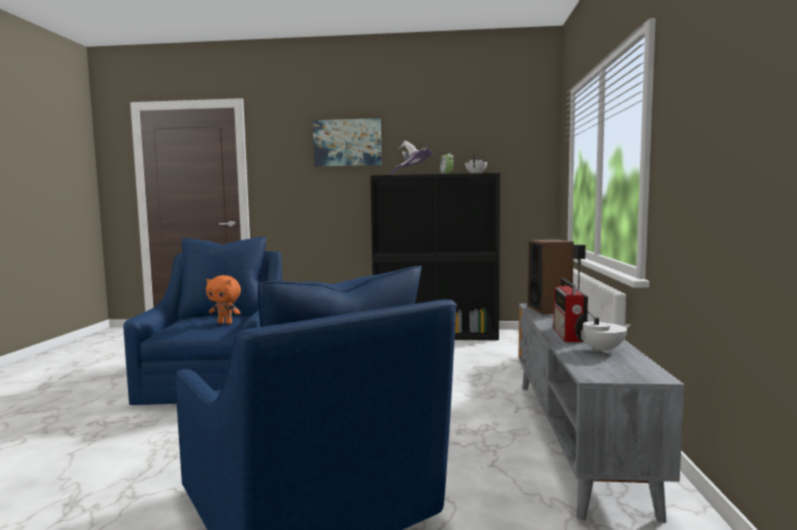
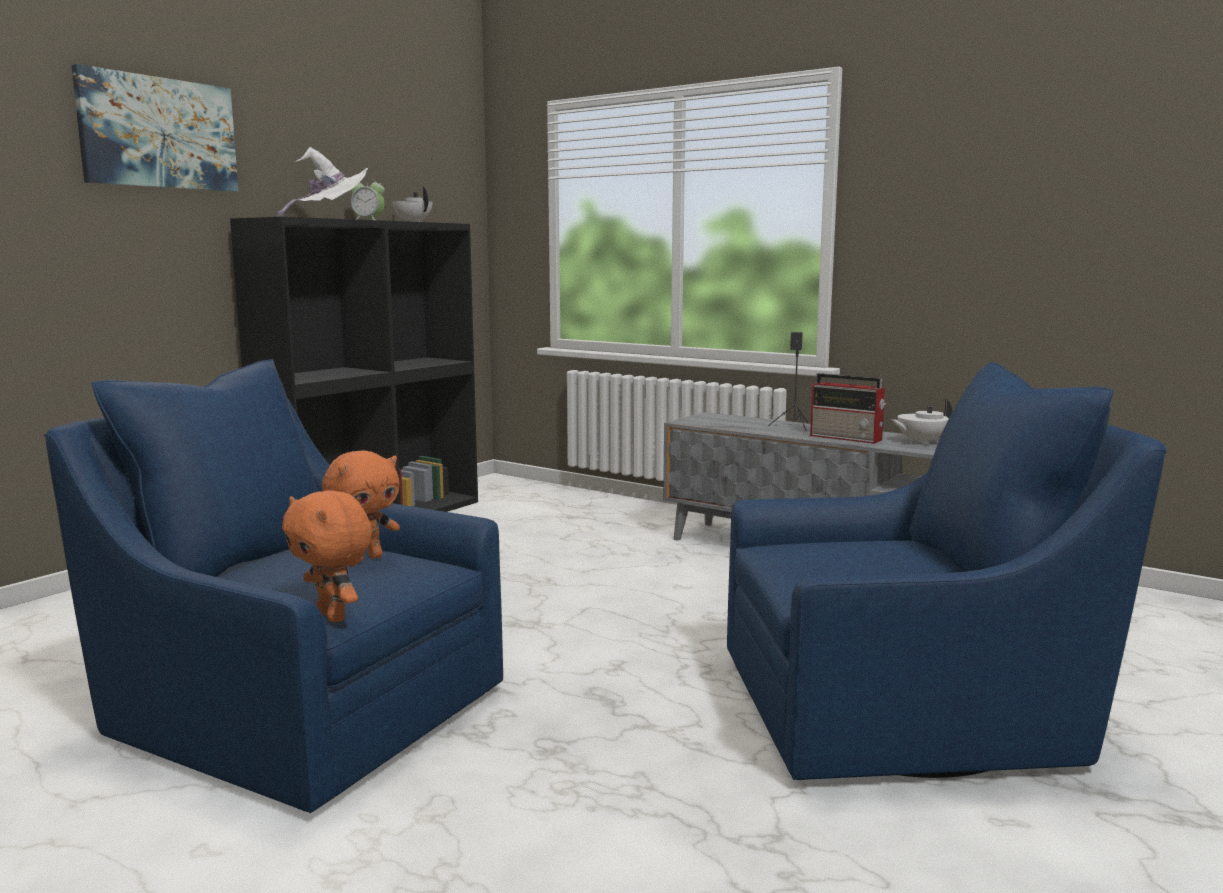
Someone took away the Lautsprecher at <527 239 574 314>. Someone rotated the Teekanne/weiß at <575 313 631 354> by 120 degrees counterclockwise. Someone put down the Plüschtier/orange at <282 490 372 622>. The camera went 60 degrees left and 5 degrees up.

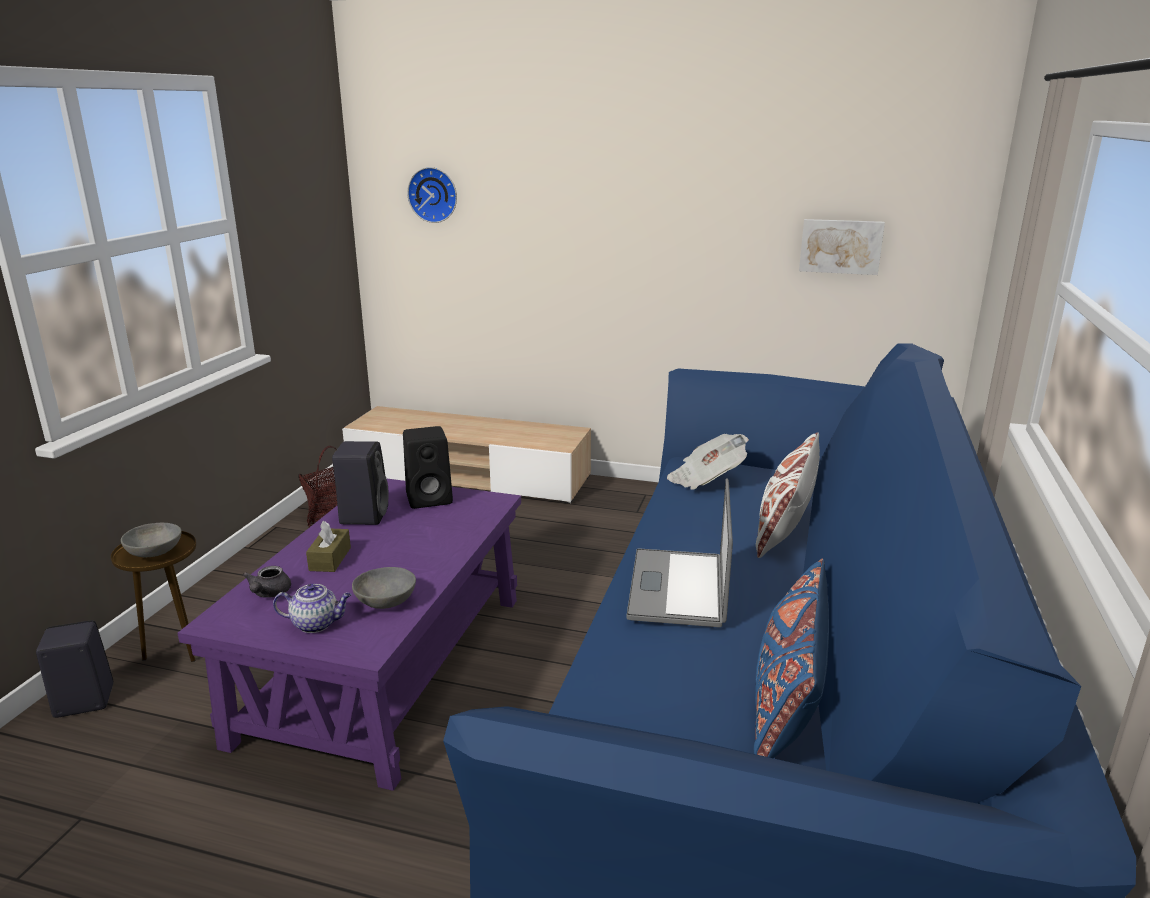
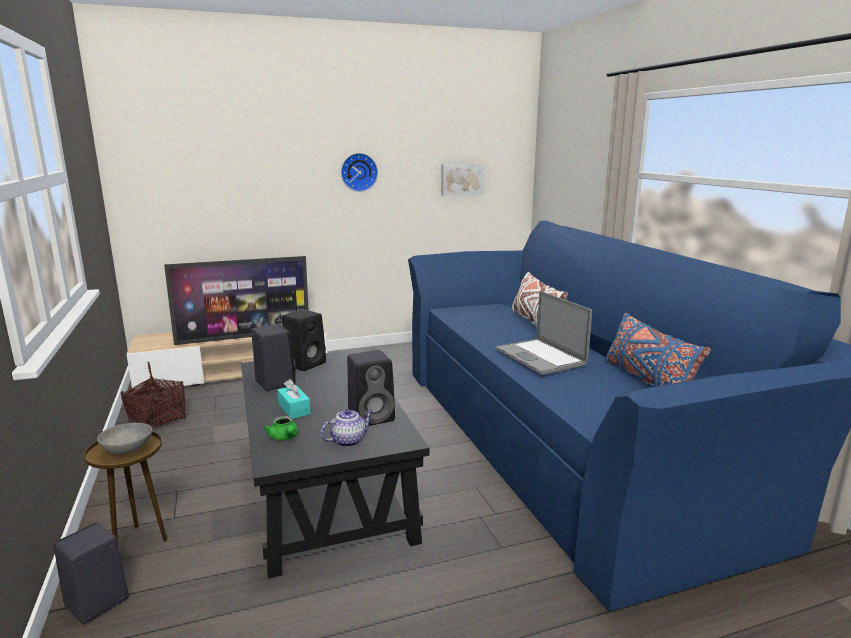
Someone carried the Wanduhr from <407 167 457 223> to <341 153 378 192>. Someone took away the Zeitung at <667 434 749 490>. Someone repainted the Couchtisch/lila at <177 478 521 791>, which became the Couchtisch/schwarz at <241 349 429 579>. Someone repainted the Taschentuchbox/braun at <306 521 351 572>, which became the Taschentuchbox/türkis at <278 379 311 419>. Someone repainted the Teekanne/grau at <242 566 291 598>, which became the Teekanne/grün at <263 416 298 441>. Someone swapped the Schüssel/grau at <352 567 416 609> for the Lautsprecher/schwarz at <347 350 395 426>. Someone put down the Fernseher at <164 256 309 345>. The camera went 35 degrees left and 5 degrees down.

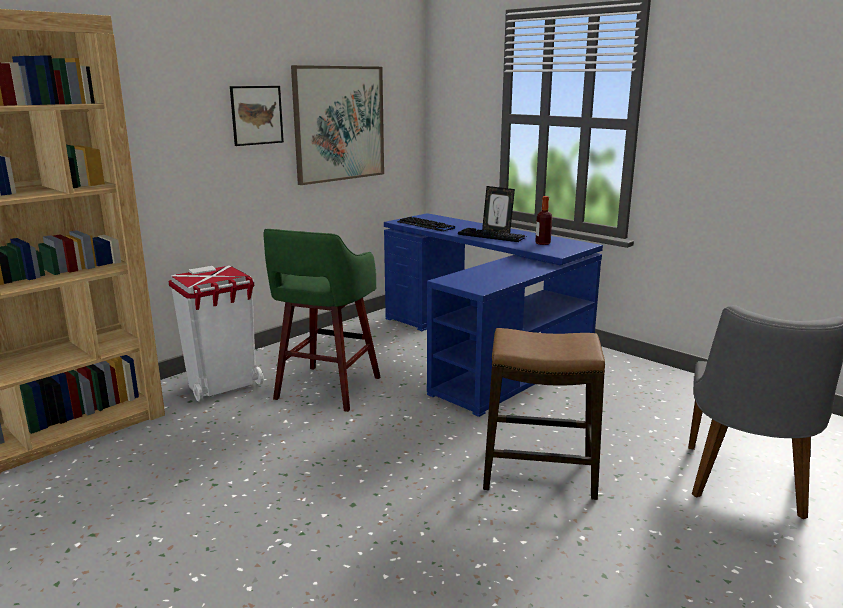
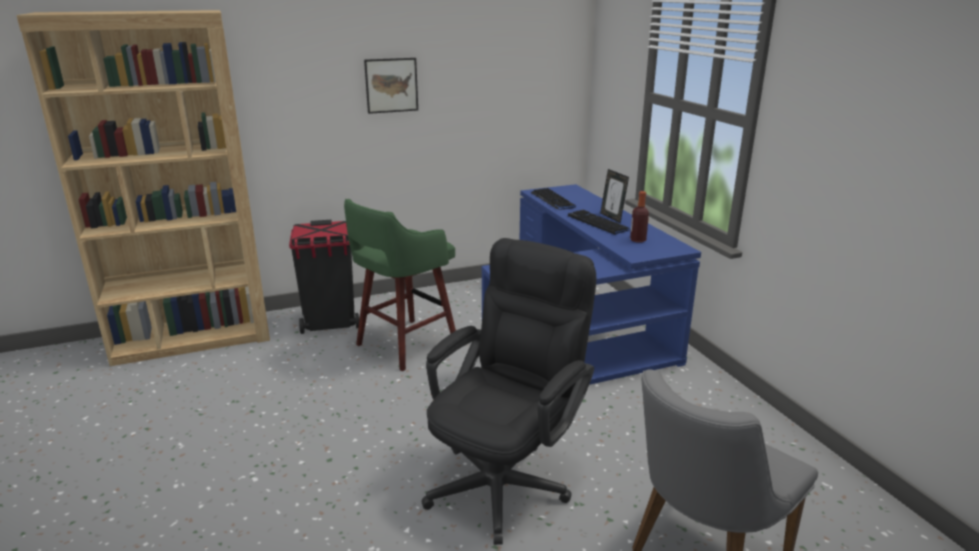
Someone took away the Bild at <291 65 384 185>. Someone repainted the Mülleimer/weiß at <169 266 264 402>, which became the Mülleimer/schwarz at <289 220 359 334>. Someone swapped the Hocker at <483 328 605 500> for the Bürostuhl/schwarz at <421 238 596 545>. The camera went 25 degrees right and 5 degrees up.

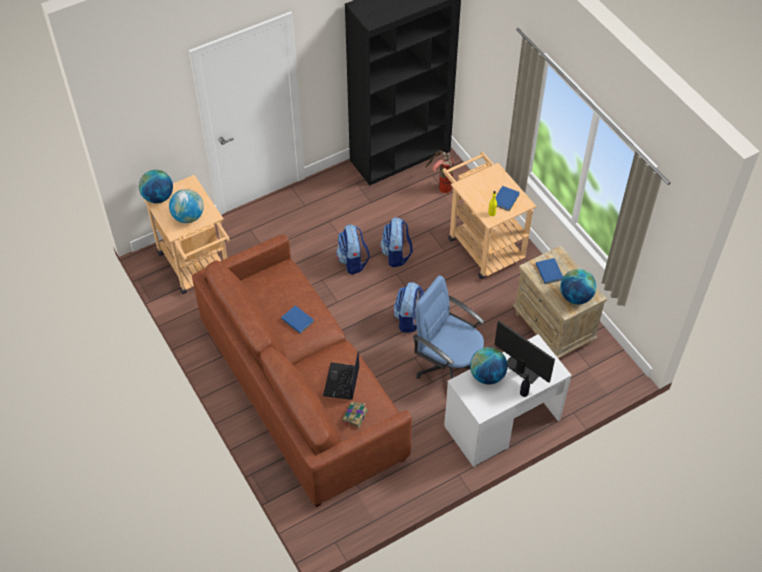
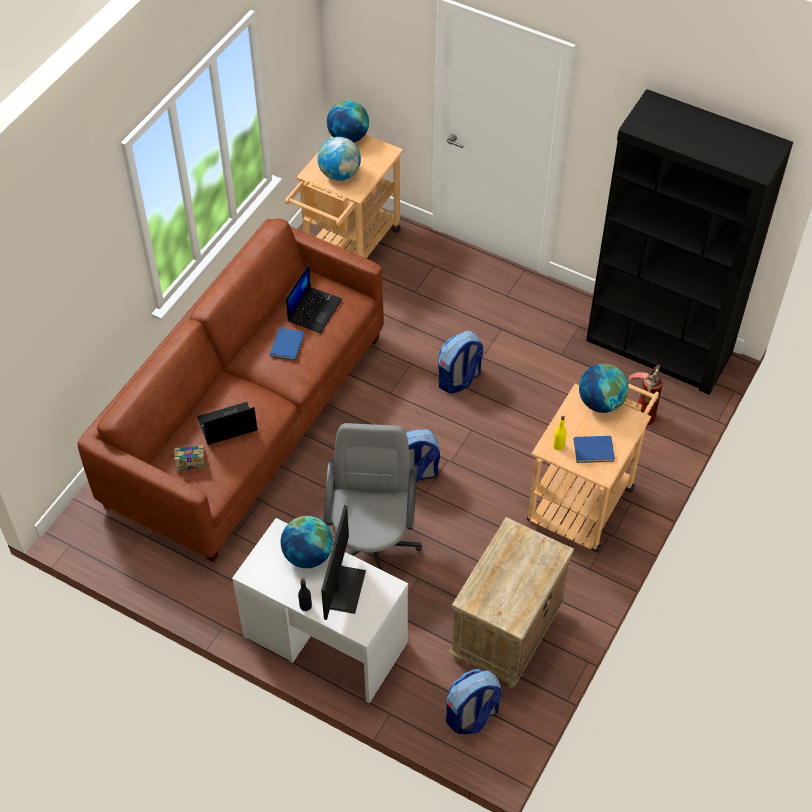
Someone carried the Rucksack from <380 217 413 267> to <446 669 502 734>. Someone took away the Buch/blau at <536 258 563 284>. Someone carried the Globus from <560 269 596 304> to <579 364 629 413>. Someone repainted the Bürostuhl/blau at <413 275 484 379>, which became the Bürostuhl/grau at <323 423 422 570>. Someone put down the Laptop at <286 264 342 333>. The camera went 60 degrees right and 0 degrees up.

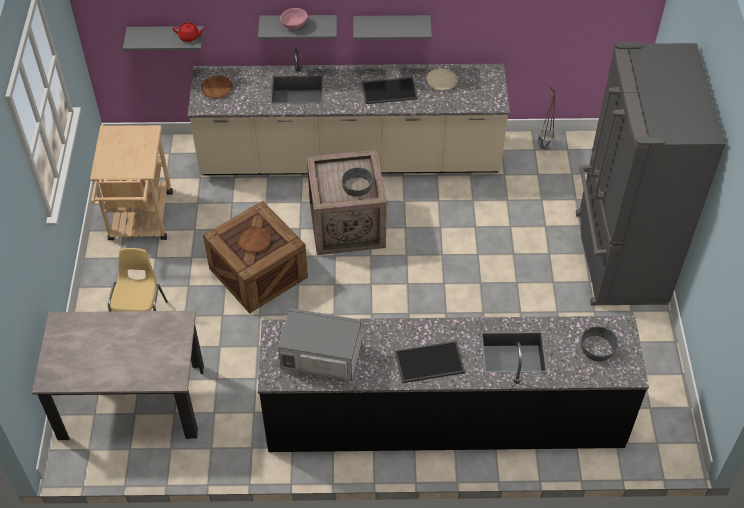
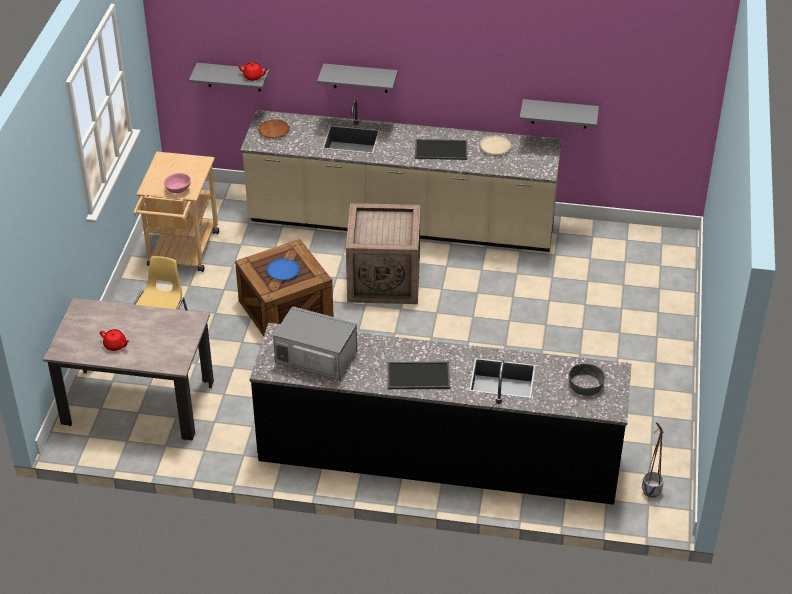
Someone carried the Schüssel/rosa from <280 8 308 29> to <164 173 191 193>. Someone carried the Wandregal/grau from <353 15 432 40> to <520 99 599 129>. Someone took away the Kühlschrank/grau at <576 42 726 305>. Someone carried the Pflanzkübel from <538 87 556 150> to <642 422 664 498>. Someone took away the Schüssel/grau at <342 167 373 196>. Someone repainted the Teller/braun at <237 226 272 253>, which became the Teller/blau at <267 258 300 281>. Someone put down the Teekanne/rot at <100 329 130 351>. The camera went 10 degrees right and 10 degrees down.

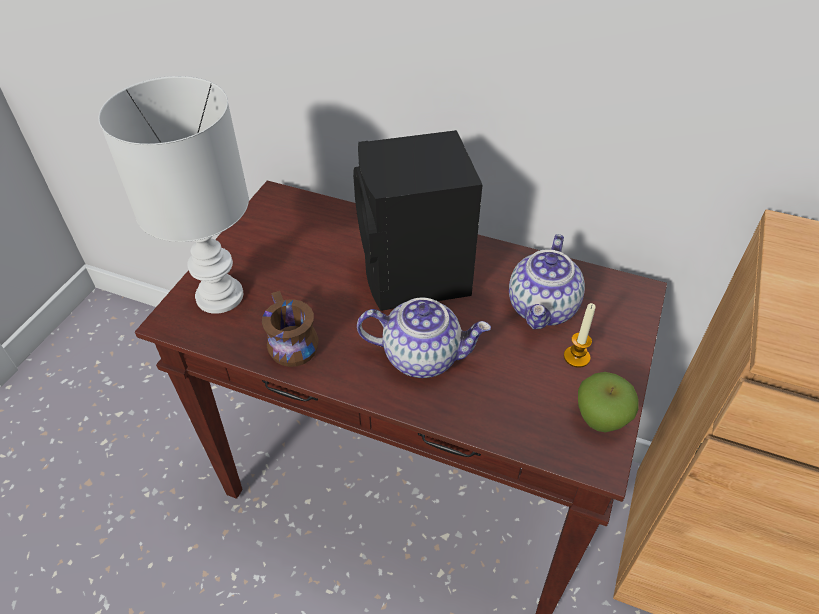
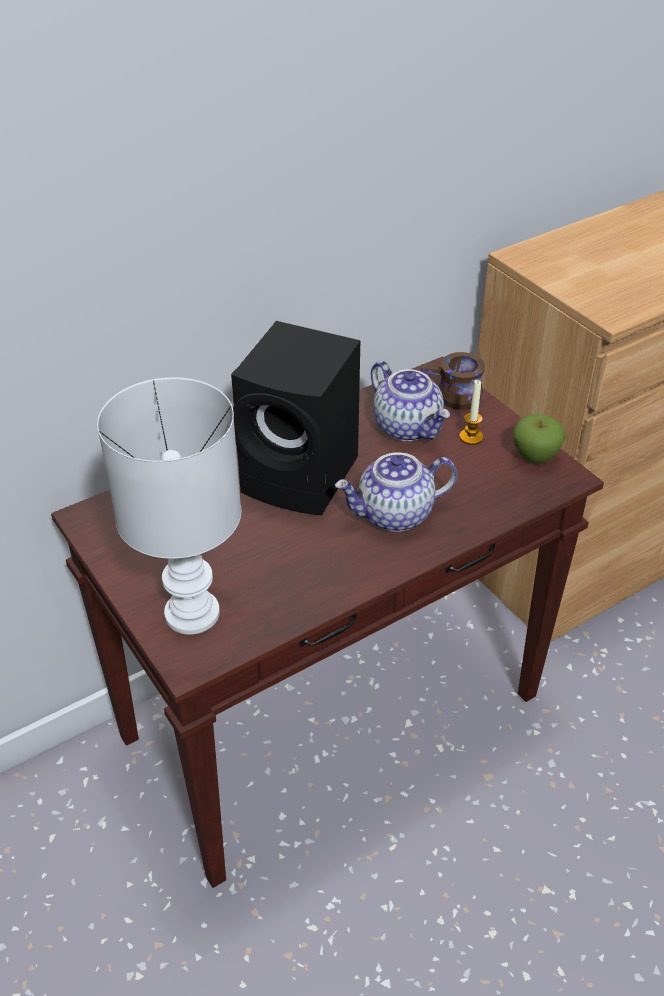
Someone carried the Henkelbecher/braun from <262 291 318 367> to <420 352 485 410>. Someone rotated the Teekanne at <357 298 491 378> by 150 degrees counterclockwise. The camera went 55 degrees left and 5 degrees down.

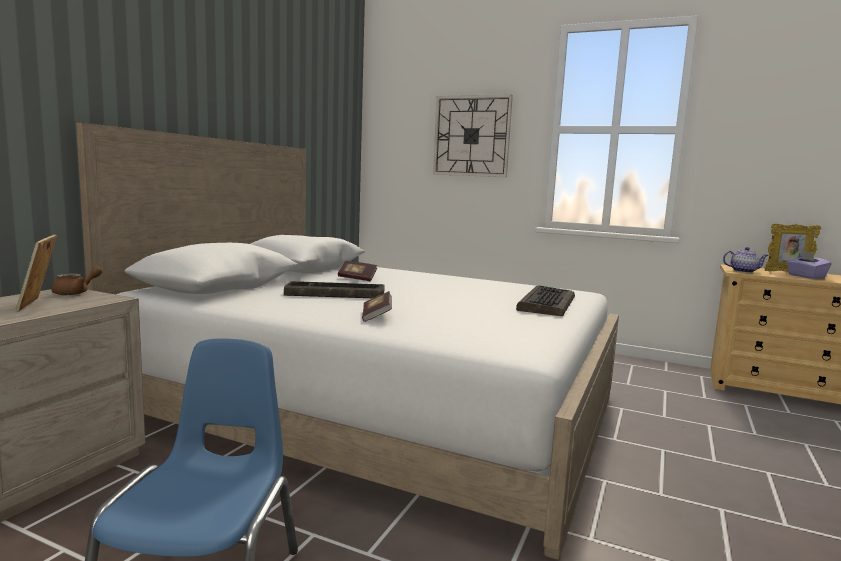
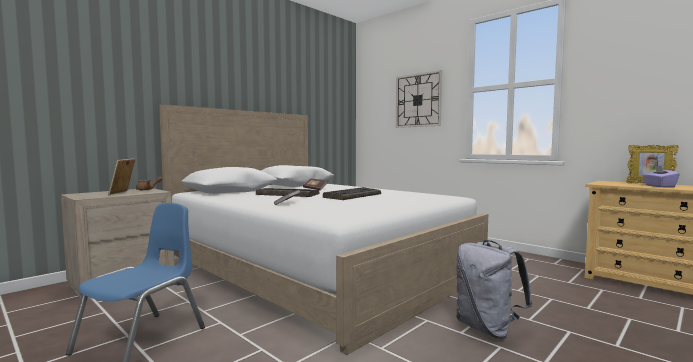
Someone took away the Teekanne at <723 247 768 273>. Someone carried the Tastatur from <516 285 575 316> to <323 187 381 200>. Someone put down the Rucksack/grau at <456 240 532 339>. The camera went 20 degrees right and 5 degrees down.

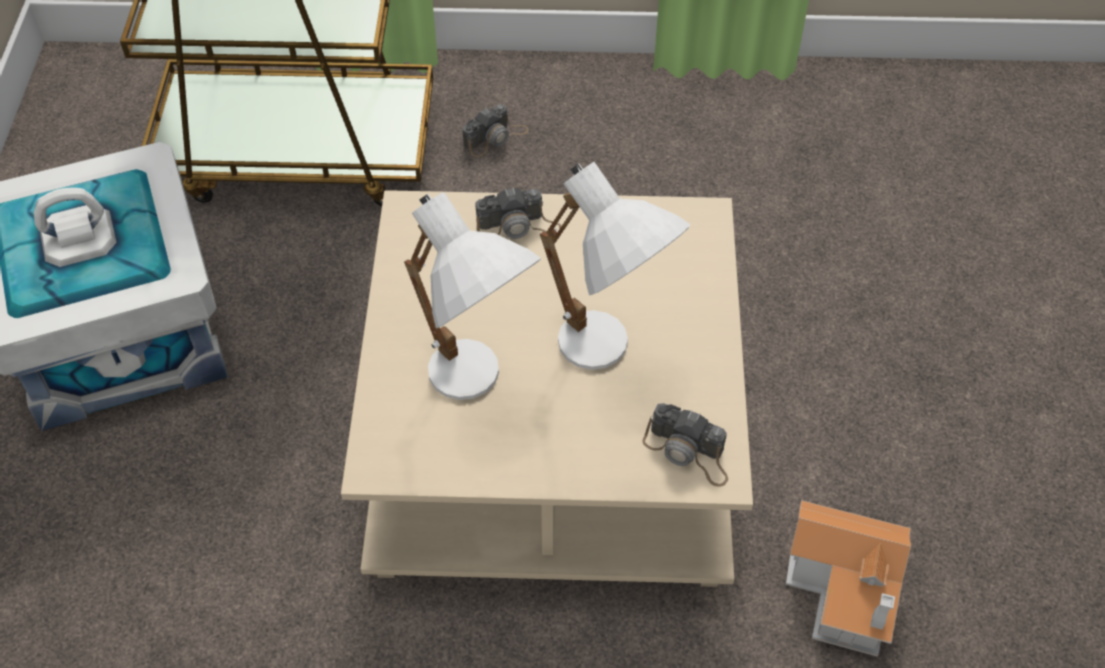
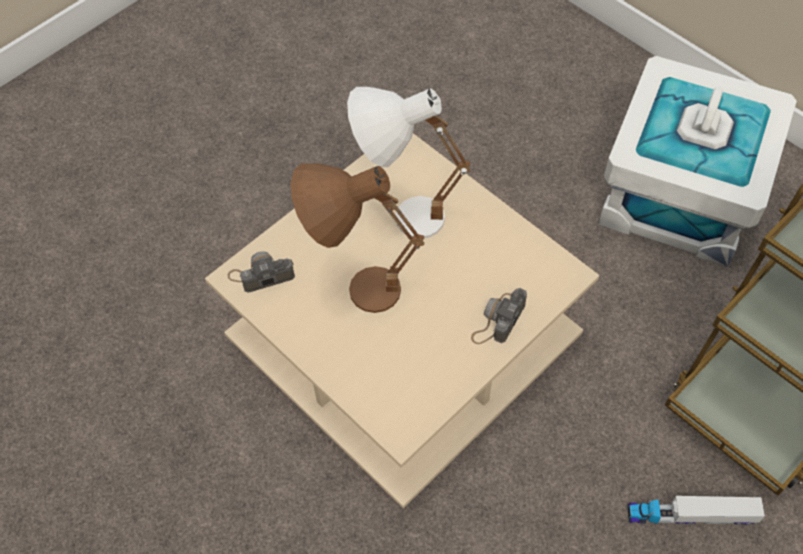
Someone swapped the Kamera at <462 104 529 157> for the Spielzeuglaster at <627 496 765 525>. Someone repainted the Tischlampe/weiß at <540 162 690 370>, which became the Tischlampe/braun at <291 163 424 313>. Someone took away the Spielzeughaus at <786 500 911 657>. The camera went 135 degrees right and 5 degrees up.

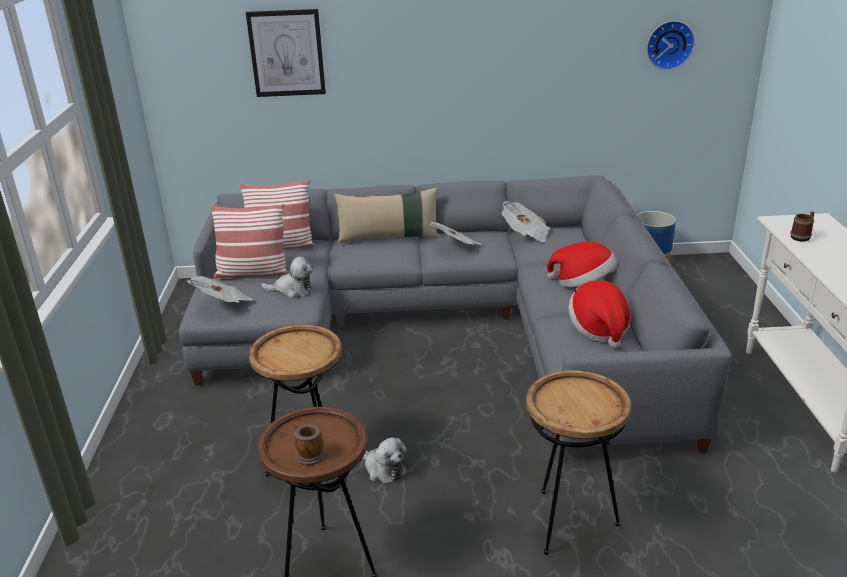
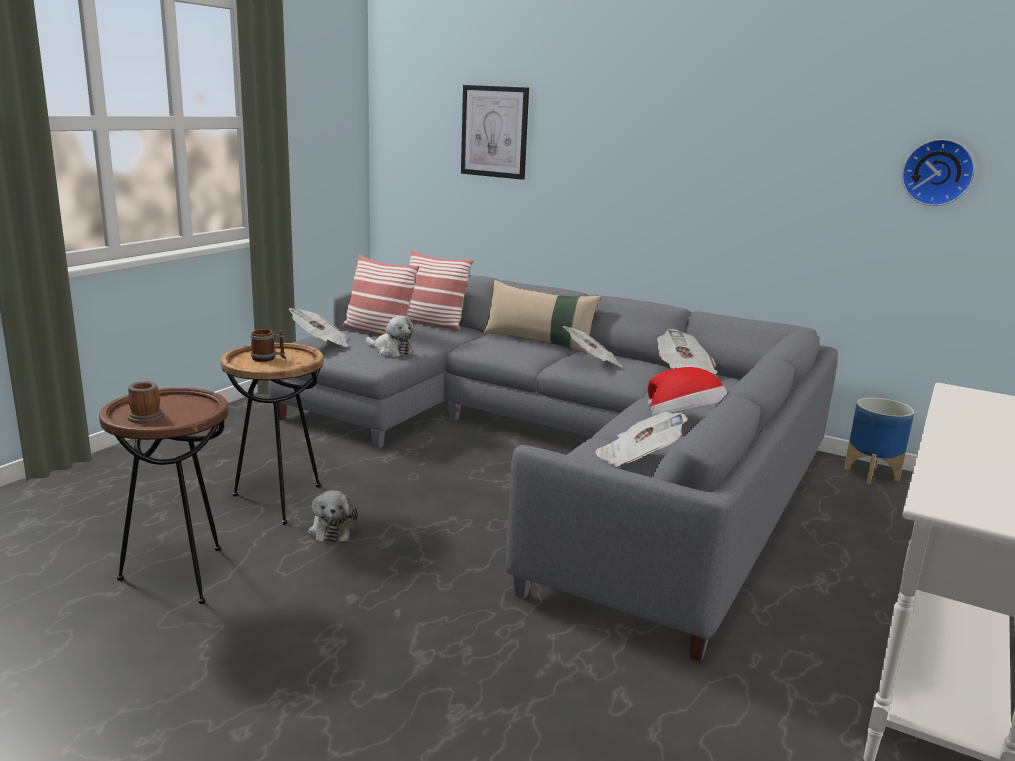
Someone carried the Henkelbecher from <790 211 814 242> to <251 329 286 362>. Someone swapped the Hut at <569 280 631 348> for the Zeitung at <595 412 687 467>. Someone took away the Beistelltisch/braun at <526 370 631 555>. The camera went 30 degrees right and 10 degrees down.

